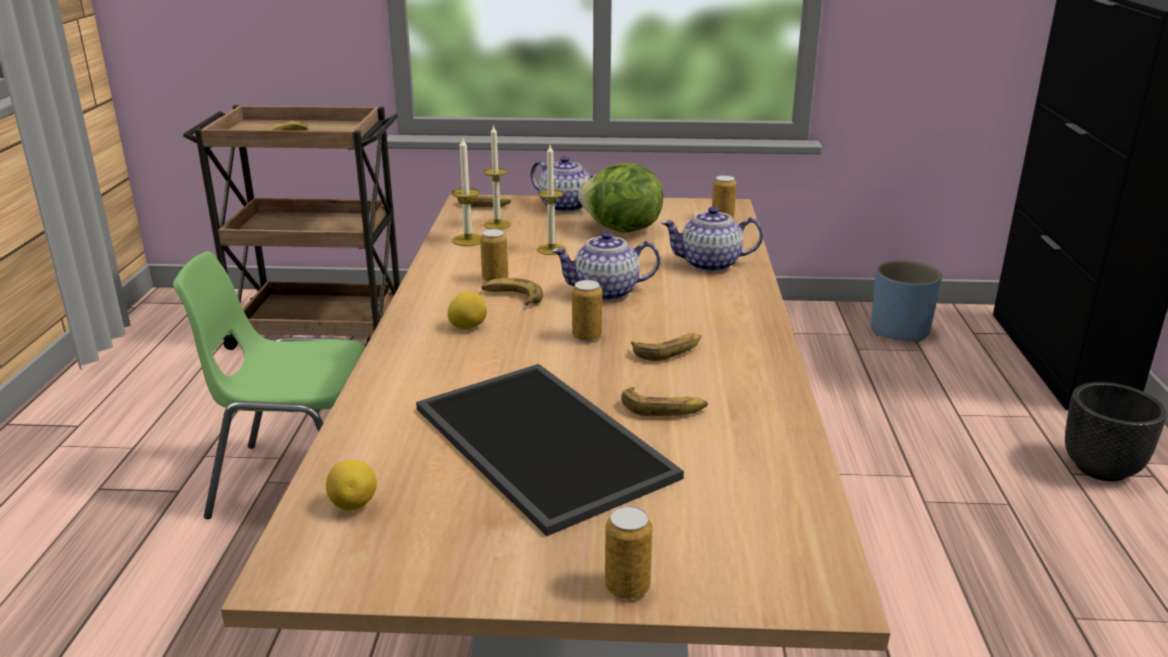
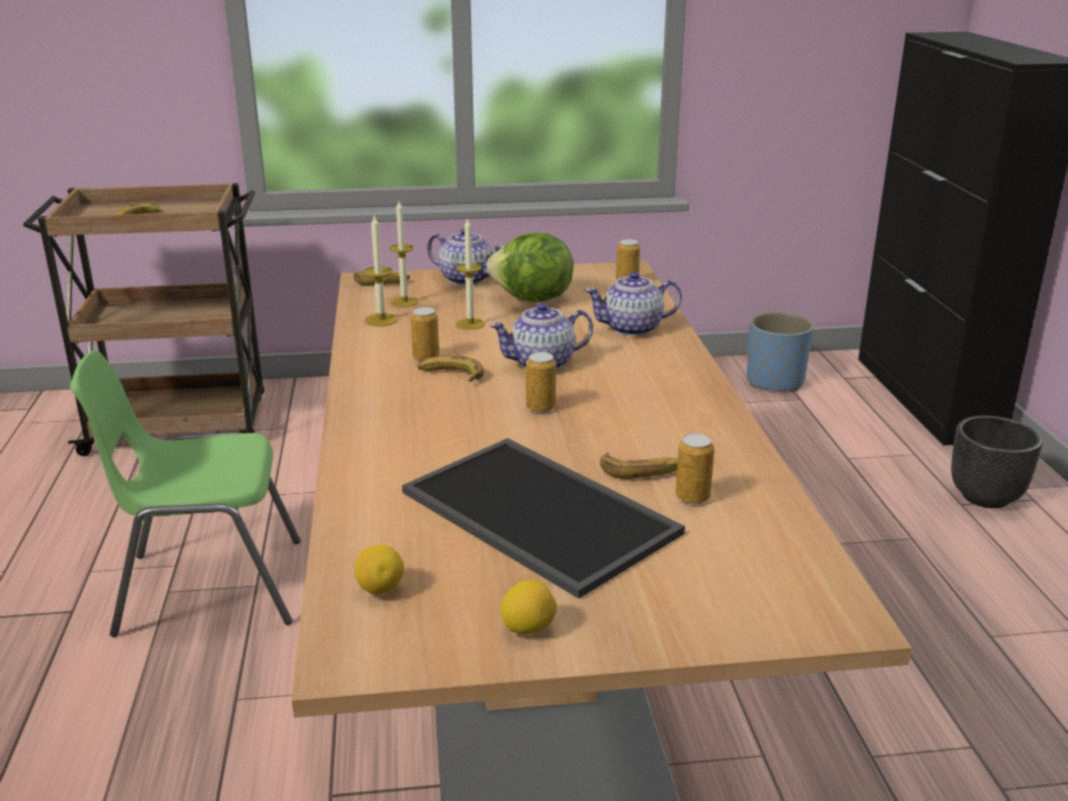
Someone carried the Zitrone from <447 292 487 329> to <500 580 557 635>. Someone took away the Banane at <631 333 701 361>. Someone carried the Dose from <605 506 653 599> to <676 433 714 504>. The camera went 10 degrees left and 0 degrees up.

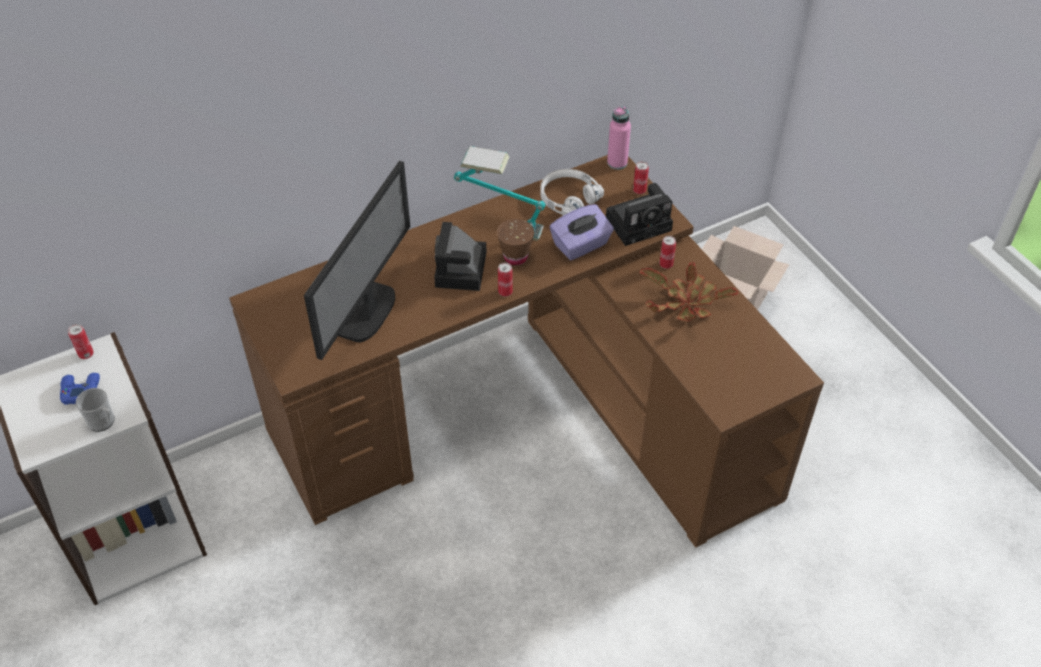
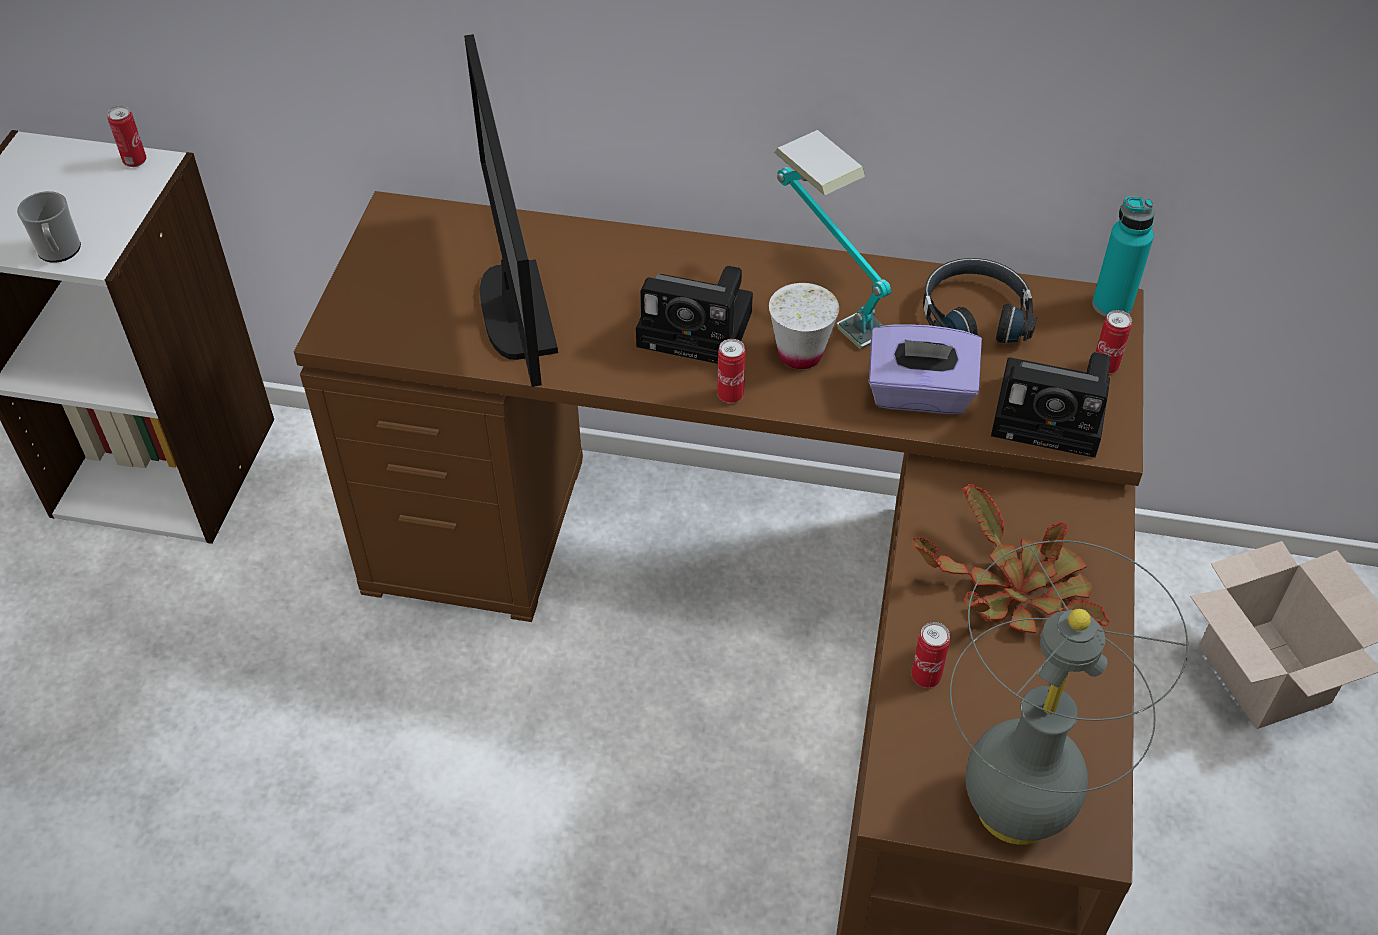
Someone repainted the Flasche/rosa at <607 106 631 170>, which became the Flasche/türkis at <1092 196 1154 317>. Someone rotated the Monitor at <304 161 410 360> by 105 degrees clockwise. Someone repainted the Kopfhörer/weiß at <540 169 604 216>, which became the Kopfhörer/schwarz at <923 258 1037 343>. Someone repainted the Tasse/braun at <497 219 534 265>, which became the Tasse/weiß at <769 283 839 369>. Someone rotated the Kamera at <434 222 486 291> by 120 degrees counterclockwise. Someone carried the Dose from <659 236 676 269> to <912 622 950 688>. Someone took away the Gamepad/blau at <60 373 100 405>. Someone put down the Tischlampe/grau at <950 540 1188 845>. The camera went 40 degrees right and 0 degrees up.

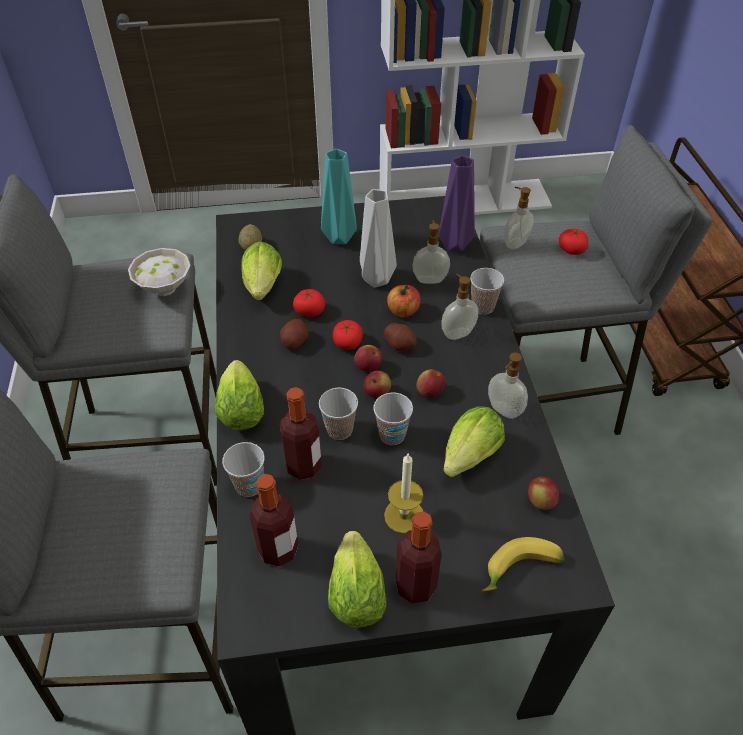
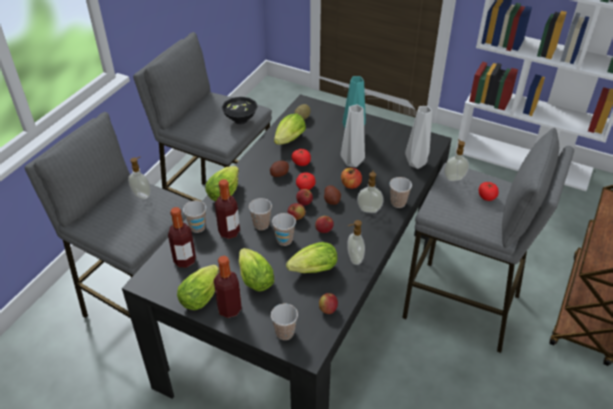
Someone repainted the Vase/lila at <438 155 475 251>, which became the Vase/grau at <405 106 432 169>. Someone carried the Seifenspender from <412 220 450 284> to <128 156 151 199>. Someone repainted the Schüssel/weiß at <128 248 190 296>, which became the Schüssel/schwarz at <222 97 258 124>. Someone swapped the Kerze at <384 454 423 534> for the Salatkopf at <239 248 274 292>. Someone swapped the Banane at <482 537 564 591> for the Tasse at <271 304 298 340>. The camera went 35 degrees right and 5 degrees down.

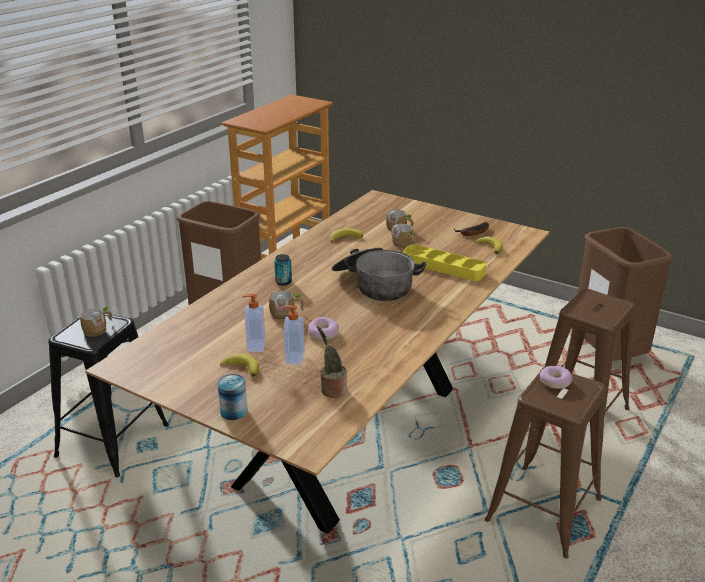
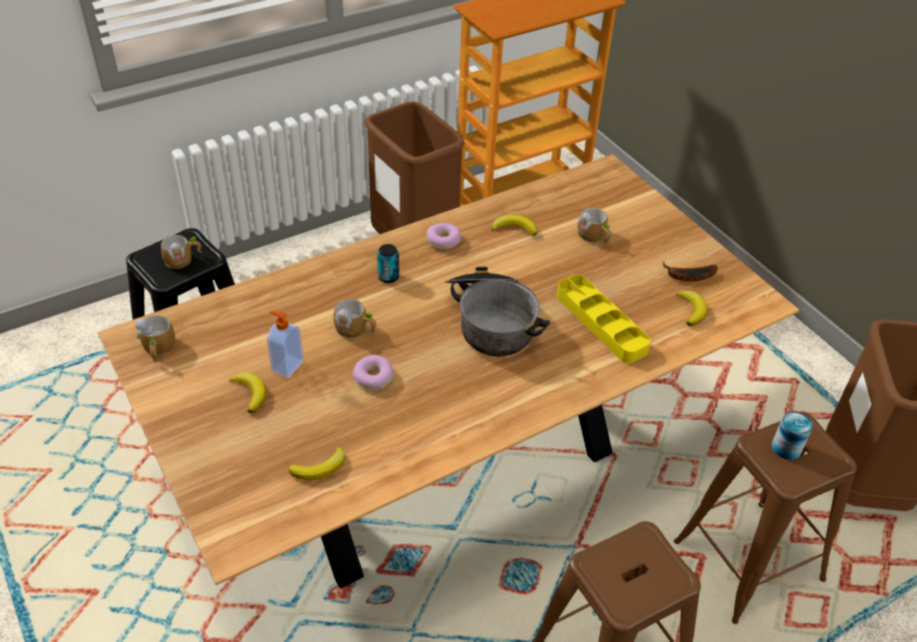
Someone carried the Henkelbecher from <391 224 416 248> to <135 315 175 362>. Someone took away the Seifenspender at <283 305 305 365>. Someone swapped the Topfpflanze at <317 326 347 398> for the Banane at <288 447 346 480>. Someone carried the Donut from <540 366 572 389> to <427 223 461 250>. Someone carried the Dose from <217 374 248 420> to <772 411 813 460>. The camera went 25 degrees right and 15 degrees up.

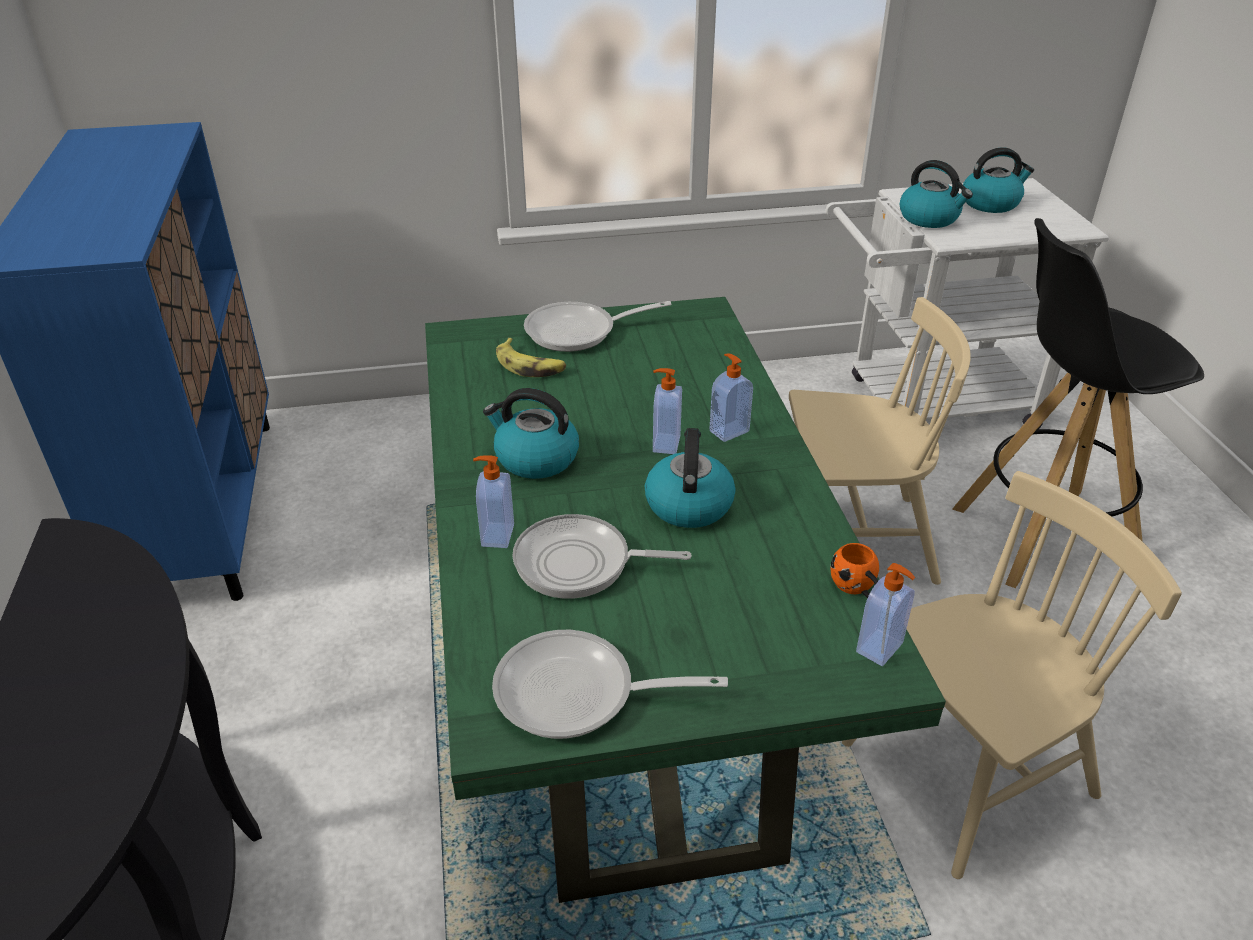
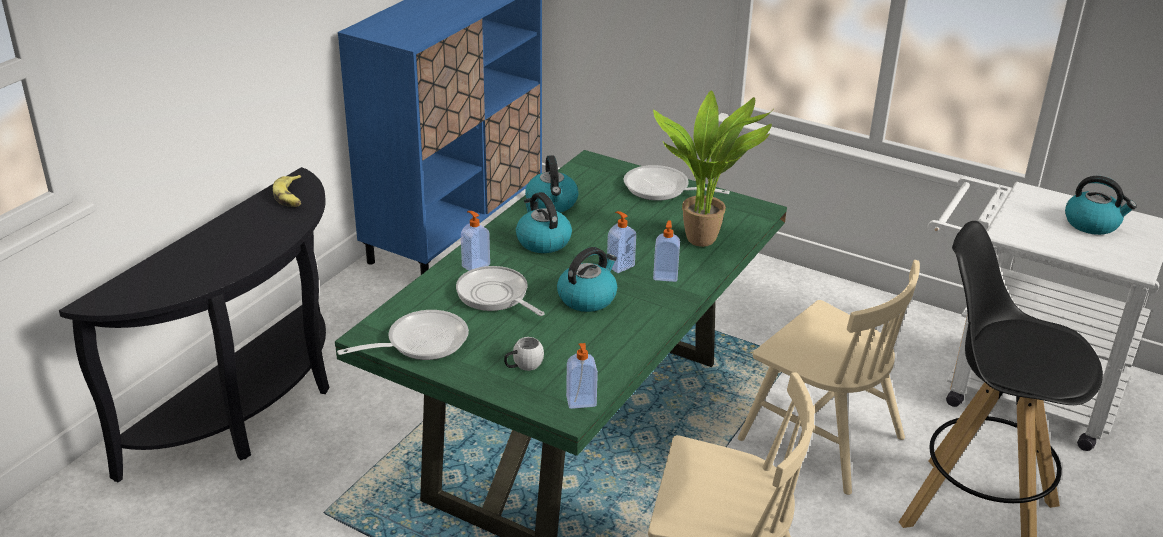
Someone carried the Wasserkessel from <900 160 973 228> to <525 155 578 213>. Someone carried the Banane from <496 338 566 377> to <273 175 301 207>. Someone took away the Henkelbecher/orange at <831 543 879 598>. Someone rotated the Pfanne at <492 630 728 739> by 105 degrees clockwise. Someone put down the Topfpflanze at <653 90 772 247>. Someone put down the Henkelbecher/weiß at <504 337 544 371>. The camera went 40 degrees right and 5 degrees down.

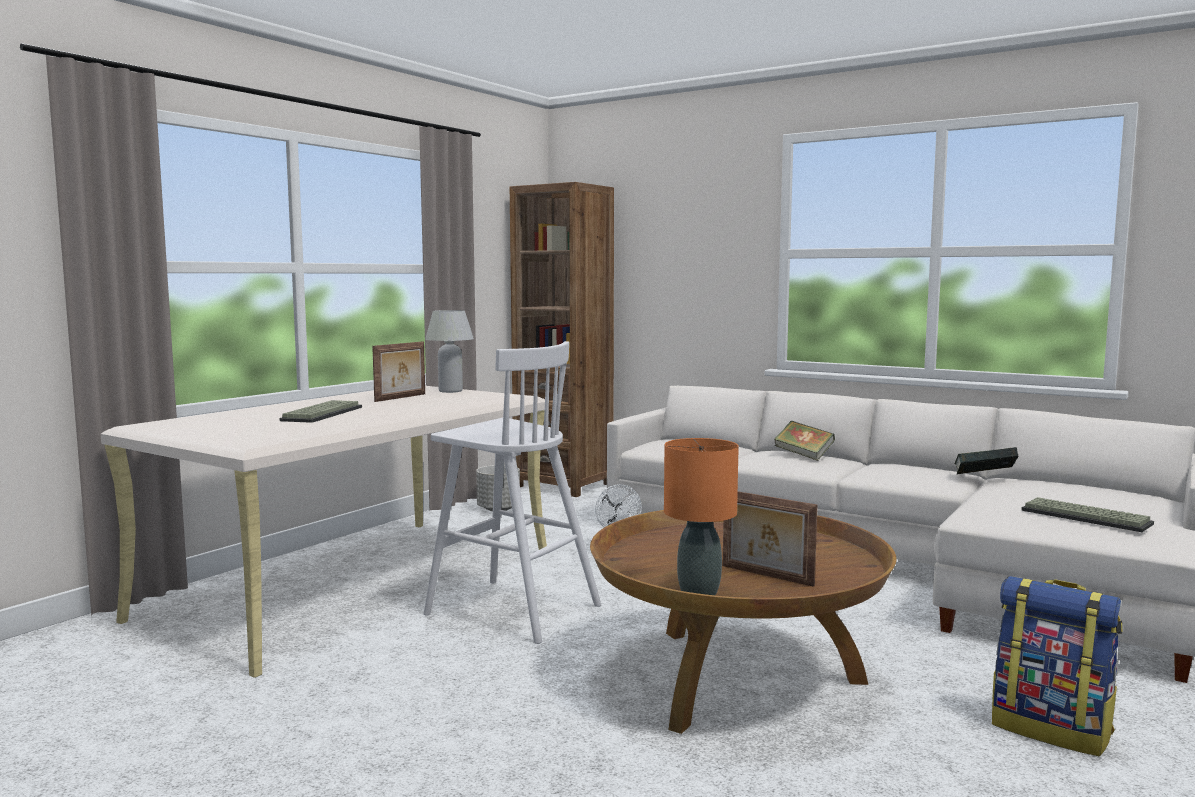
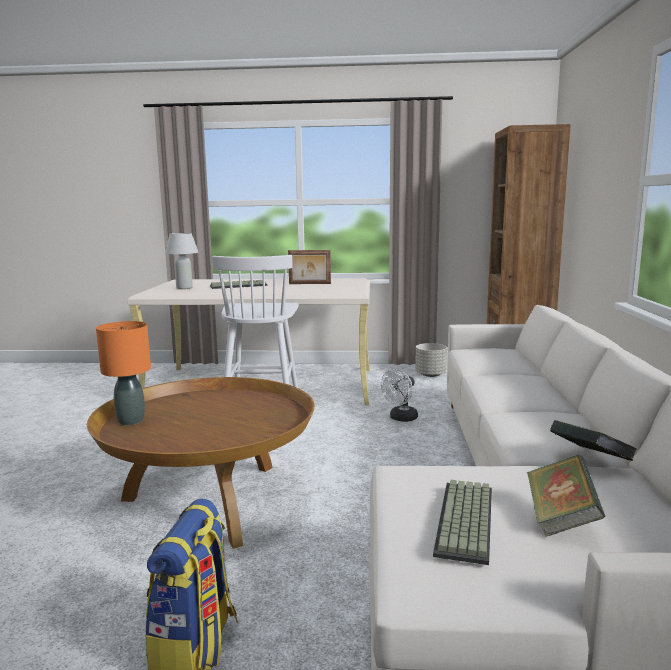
Someone carried the Tischlampe/weiß from <425 310 474 393> to <165 233 198 289>. Someone carried the Buch from <774 421 835 461> to <527 455 606 537>. Someone took away the Bilderrahmen at <723 491 818 587>. The camera went 60 degrees right and 5 degrees up.

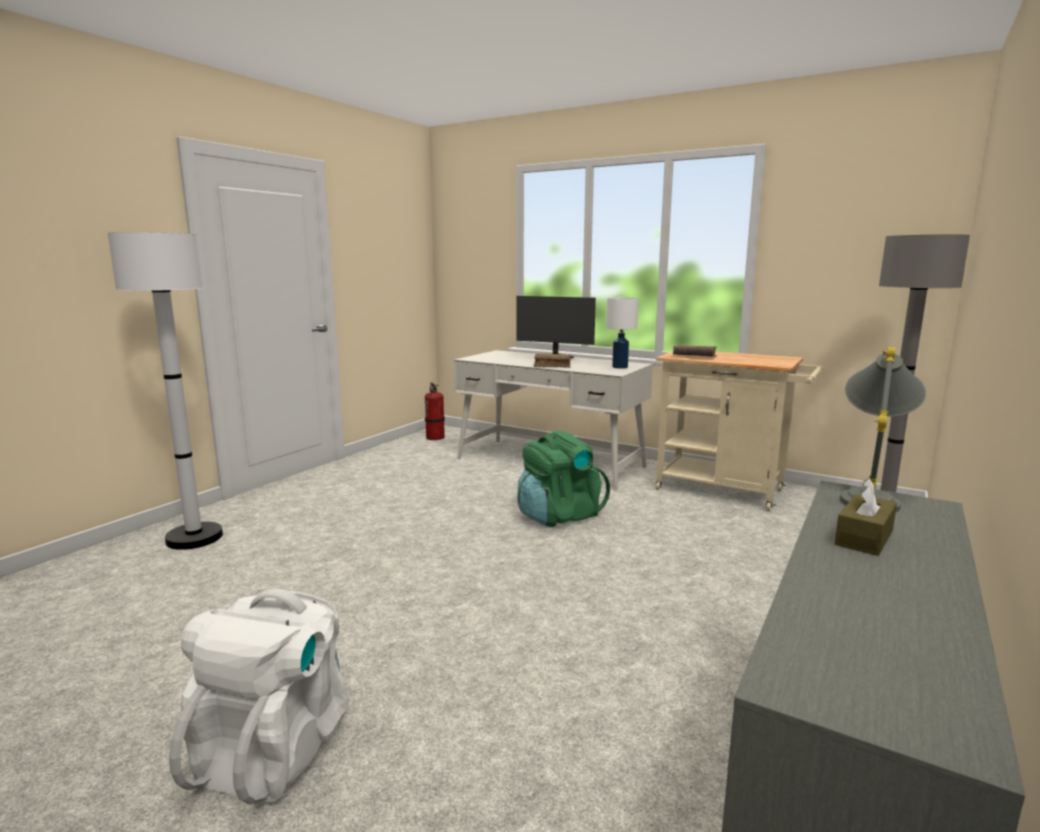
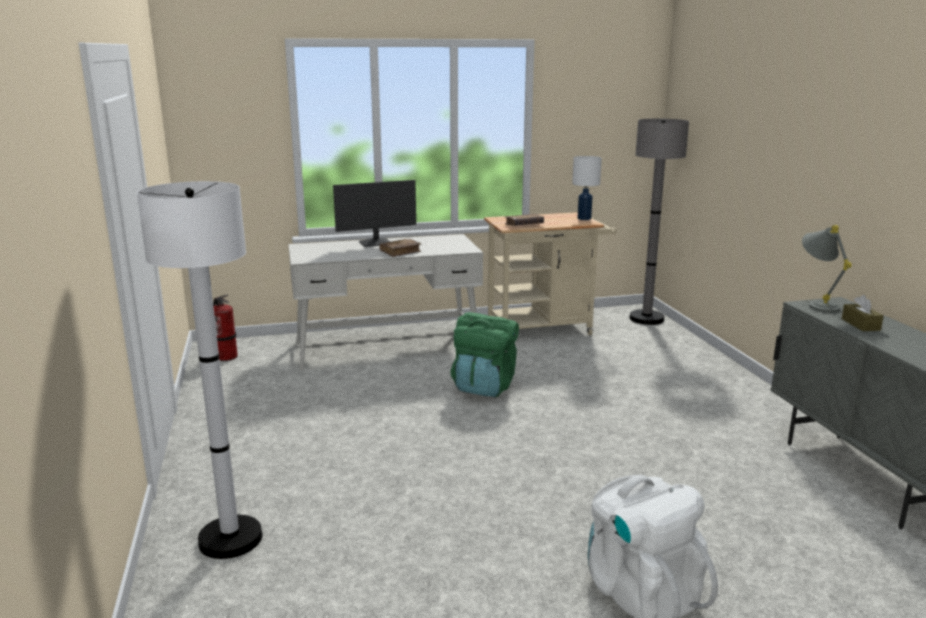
Someone carried the Tischlampe/weiß from <606 297 639 369> to <572 156 602 220>. The camera went 45 degrees left and 5 degrees up.

